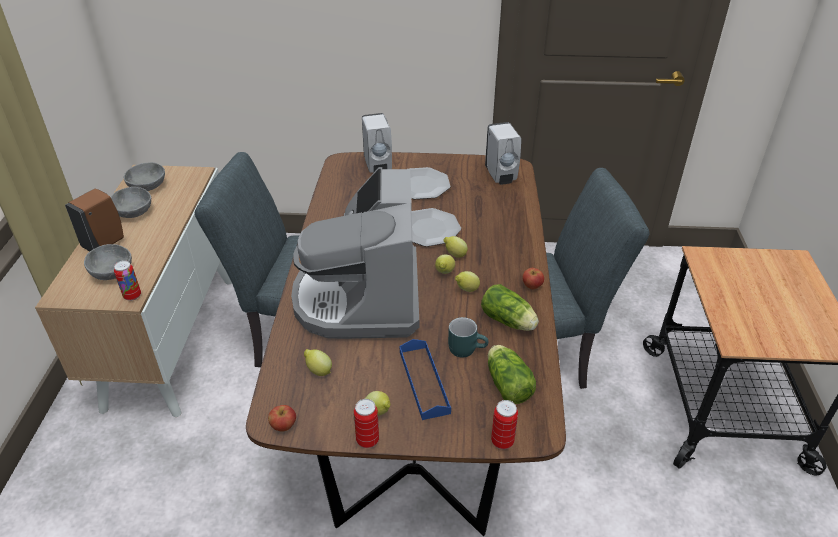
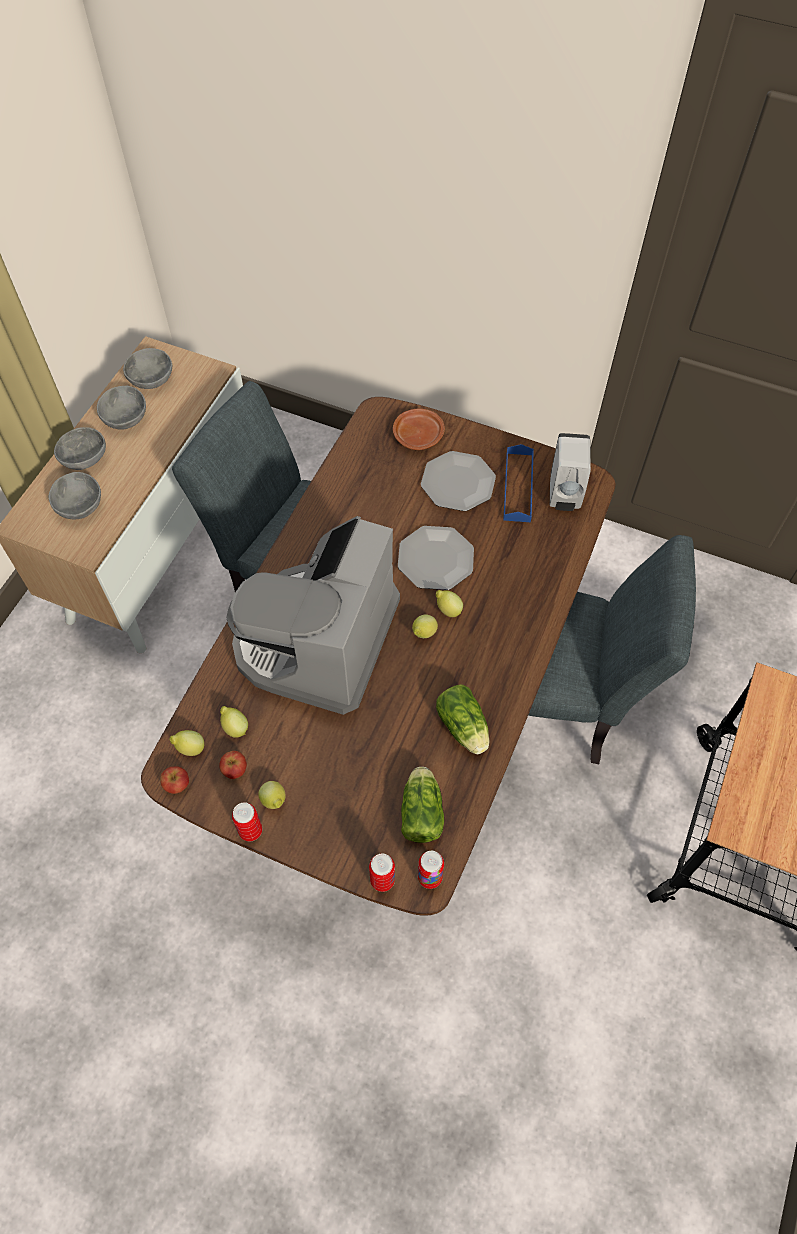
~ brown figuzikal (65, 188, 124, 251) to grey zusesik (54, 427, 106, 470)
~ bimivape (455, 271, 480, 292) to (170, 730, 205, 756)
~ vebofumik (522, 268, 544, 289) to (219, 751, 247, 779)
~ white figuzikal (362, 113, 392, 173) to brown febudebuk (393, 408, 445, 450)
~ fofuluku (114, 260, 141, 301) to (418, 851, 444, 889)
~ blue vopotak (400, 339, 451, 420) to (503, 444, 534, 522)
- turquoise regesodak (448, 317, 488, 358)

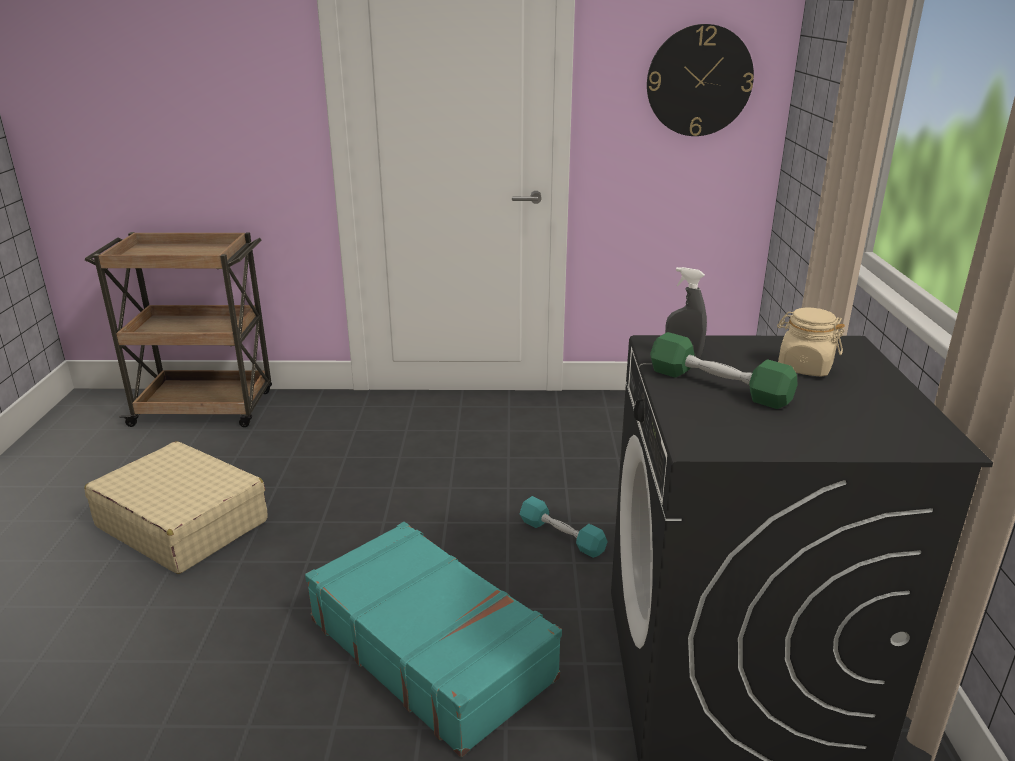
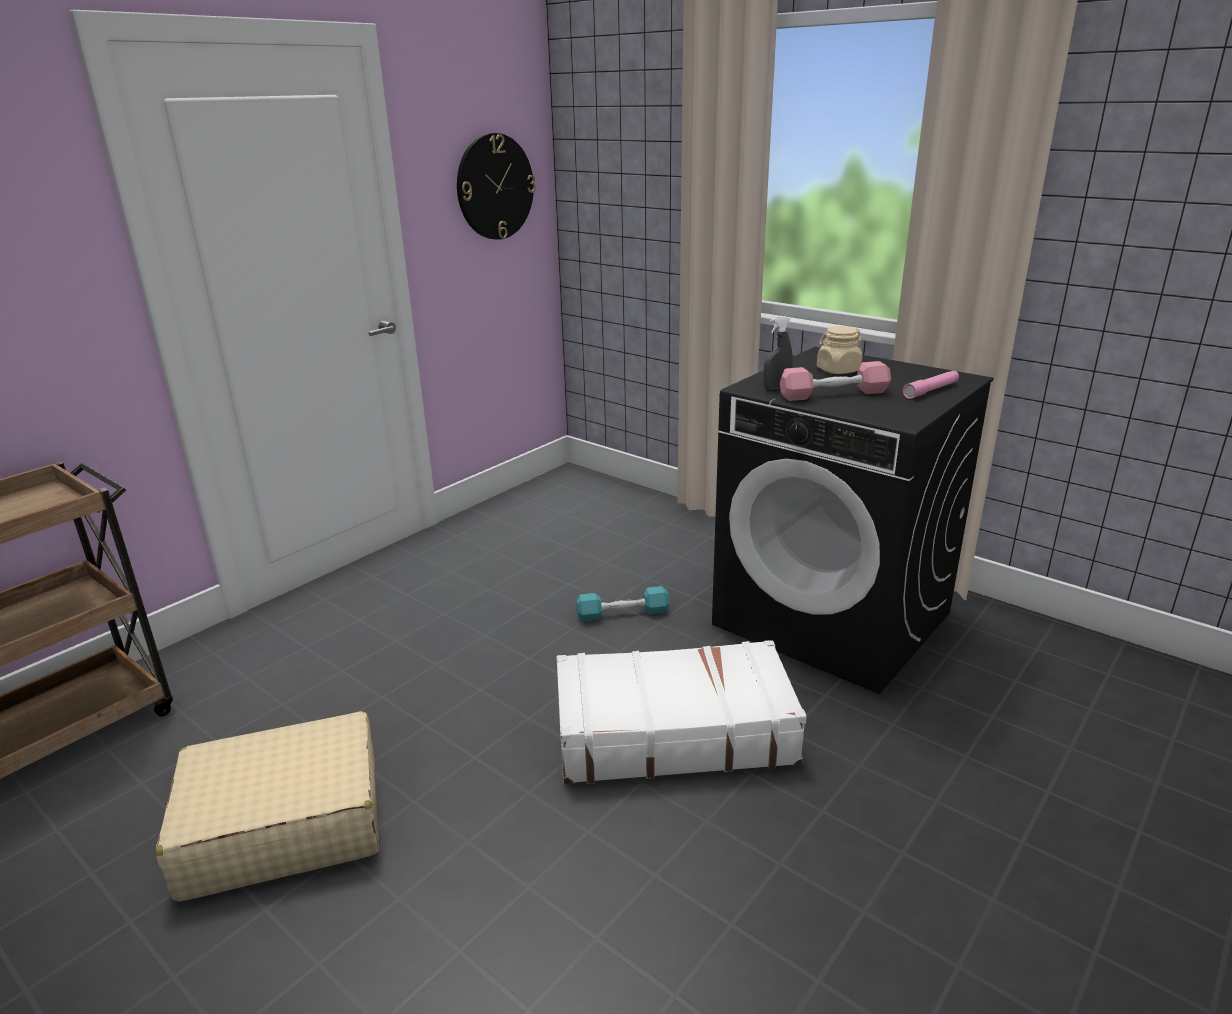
~ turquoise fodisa (305, 522, 562, 757) to white fodisa (557, 640, 807, 784)
~ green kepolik (650, 332, 798, 409) to pink kepolik (780, 361, 891, 401)
+ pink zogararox (903, 371, 959, 399)

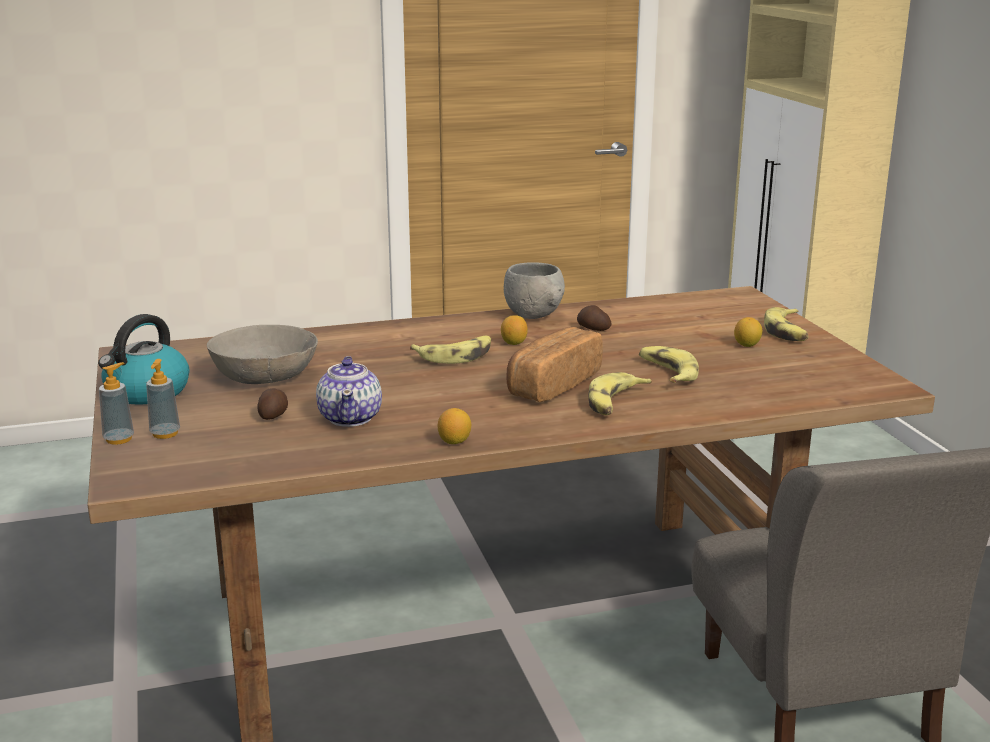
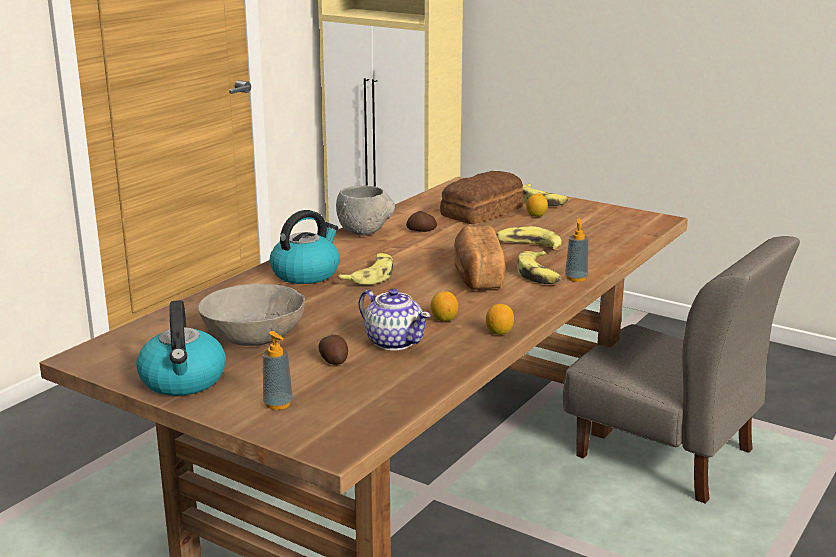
+ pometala (270, 210, 340, 284)
~ bimivape (501, 315, 528, 345) to (431, 291, 458, 322)
+ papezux (440, 171, 524, 224)
~ figuzikal (99, 362, 134, 445) to (565, 219, 588, 282)

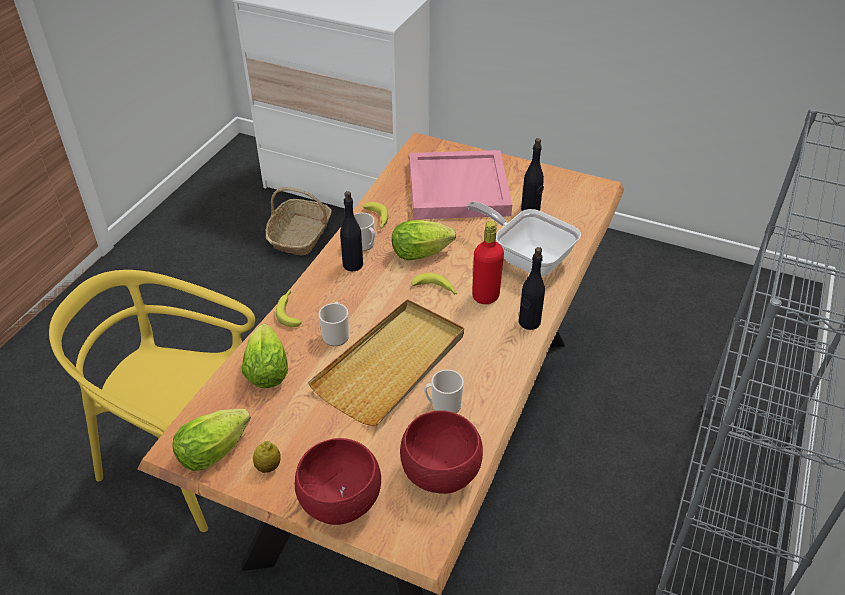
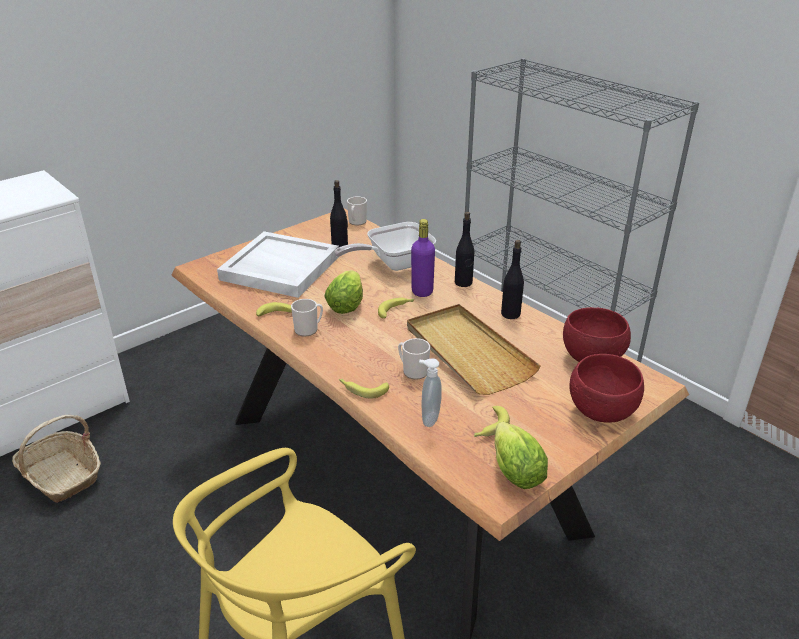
~ pink vopotak (409, 150, 512, 219) to white vopotak (217, 231, 339, 298)
~ regesodak (424, 370, 464, 413) to (347, 197, 367, 225)
~ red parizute (472, 221, 504, 304) to purple parizute (411, 219, 435, 297)
~ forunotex (242, 324, 288, 388) to figuzikal (419, 358, 442, 427)
+ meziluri (474, 406, 510, 437)
~ black parizute (340, 191, 363, 271) to (501, 240, 524, 319)
- bimivape (253, 441, 281, 473)

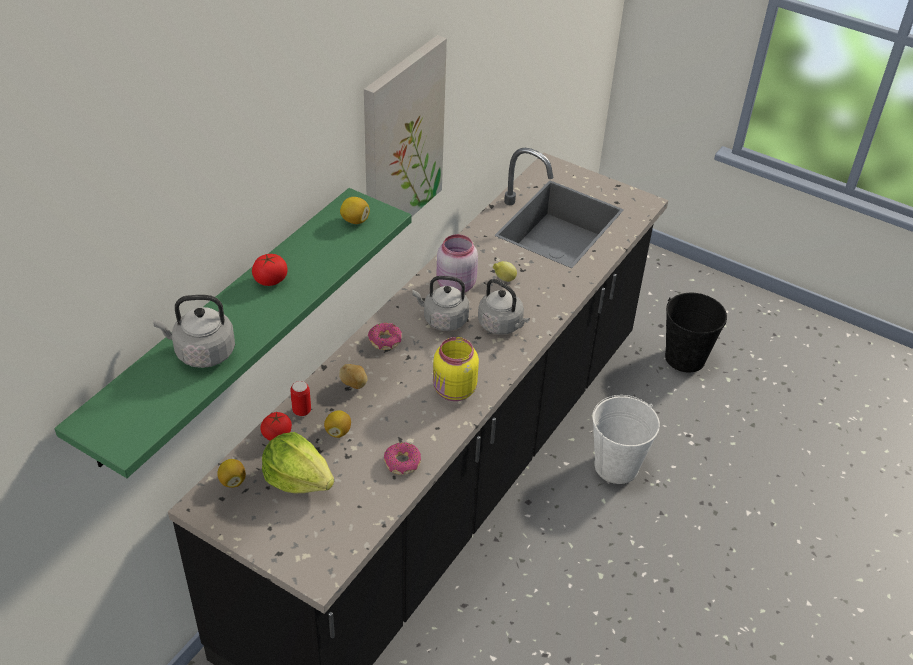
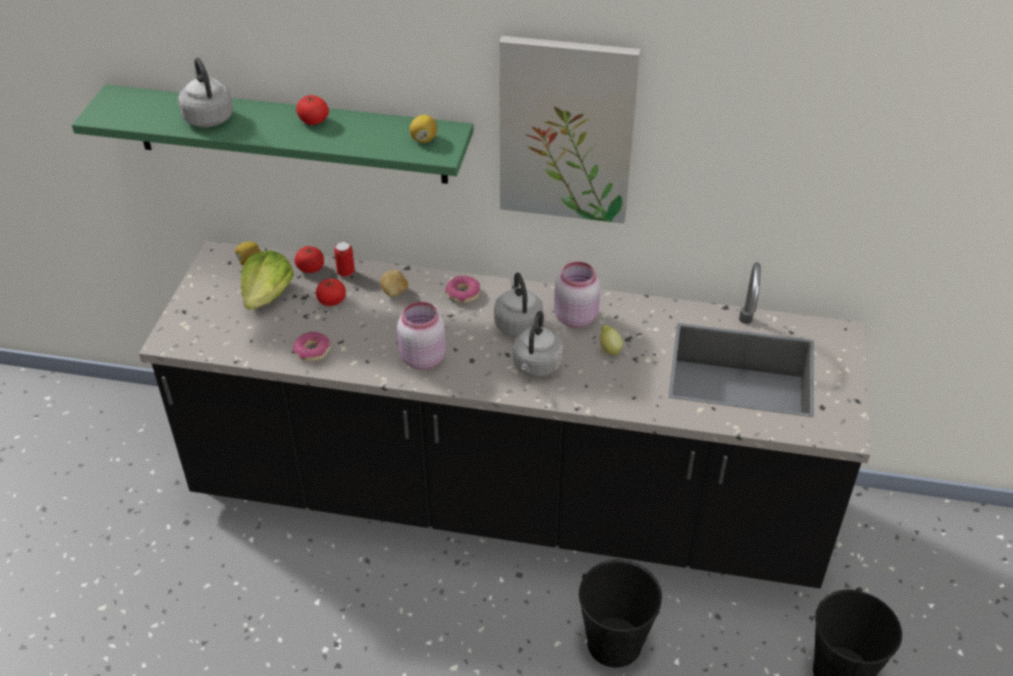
~ bimivape (324, 410, 351, 438) to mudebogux (316, 279, 346, 306)
~ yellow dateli (433, 337, 479, 401) to pink dateli (397, 302, 446, 370)
~ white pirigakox (592, 395, 660, 484) to black pirigakox (579, 560, 662, 668)

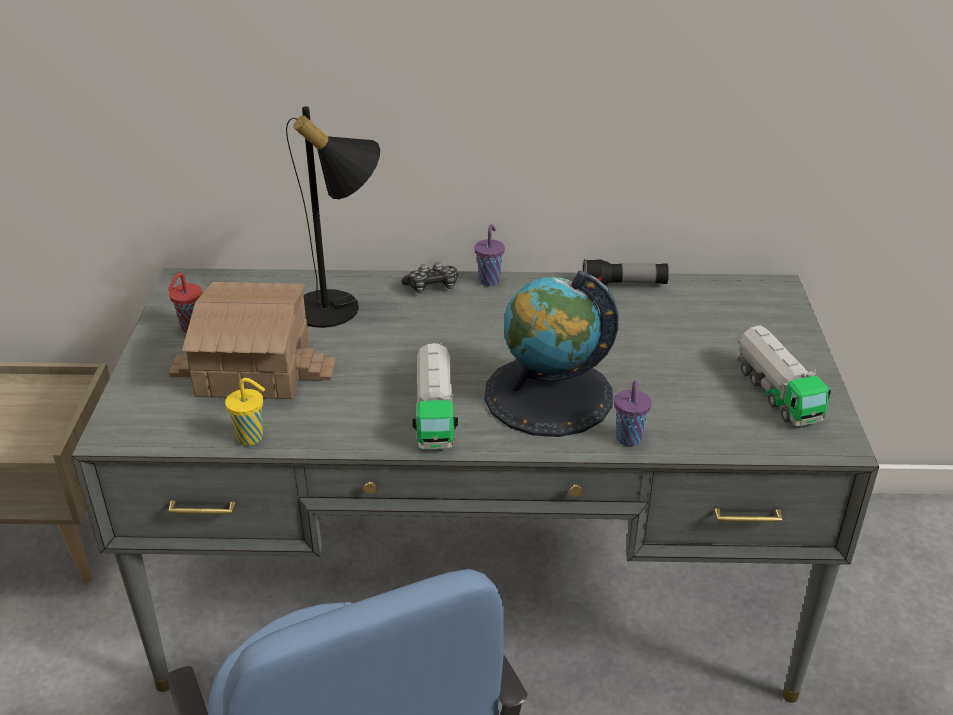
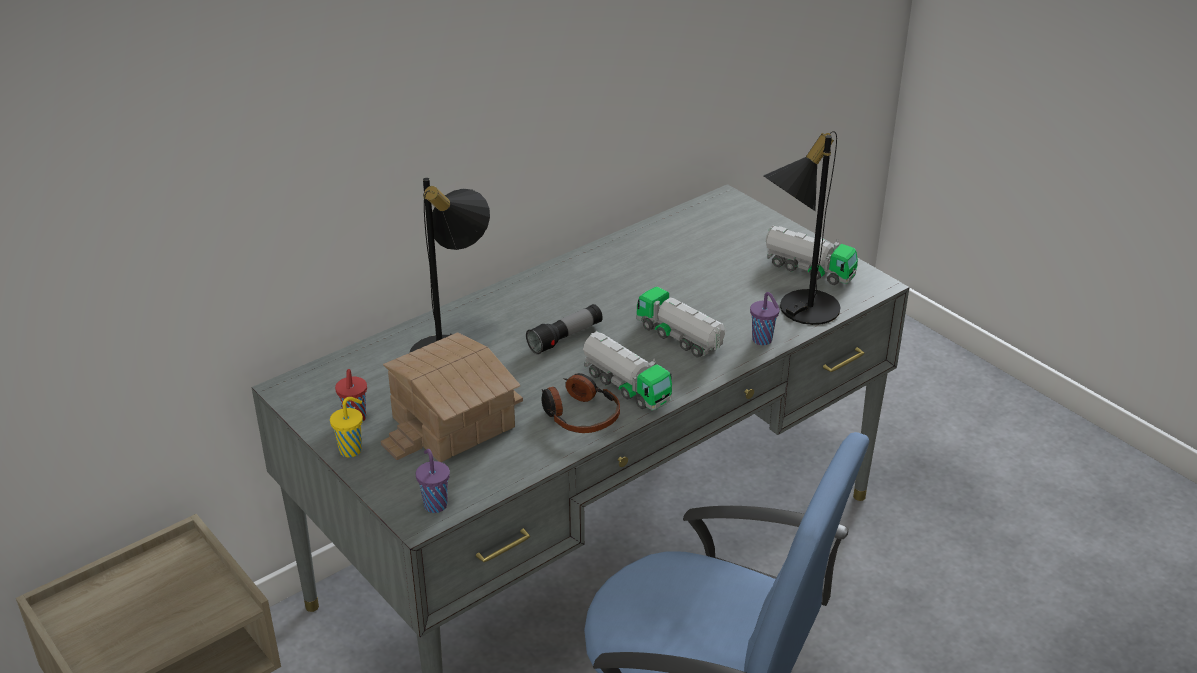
~ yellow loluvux (225, 378, 265, 446) to (330, 397, 363, 457)
~ purple loluvux (474, 224, 505, 286) to (416, 449, 450, 513)
~ zogararox (583, 259, 669, 285) to (526, 304, 603, 354)
+ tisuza (542, 373, 620, 433)
~ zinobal (484, 271, 619, 437) to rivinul (636, 287, 726, 358)
+ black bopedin (763, 131, 841, 325)
- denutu (401, 262, 458, 293)

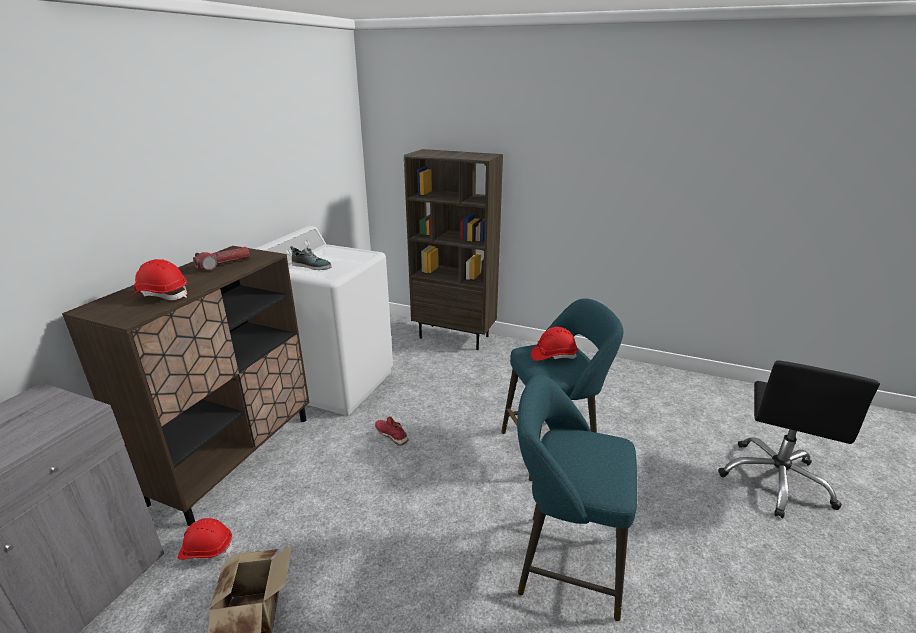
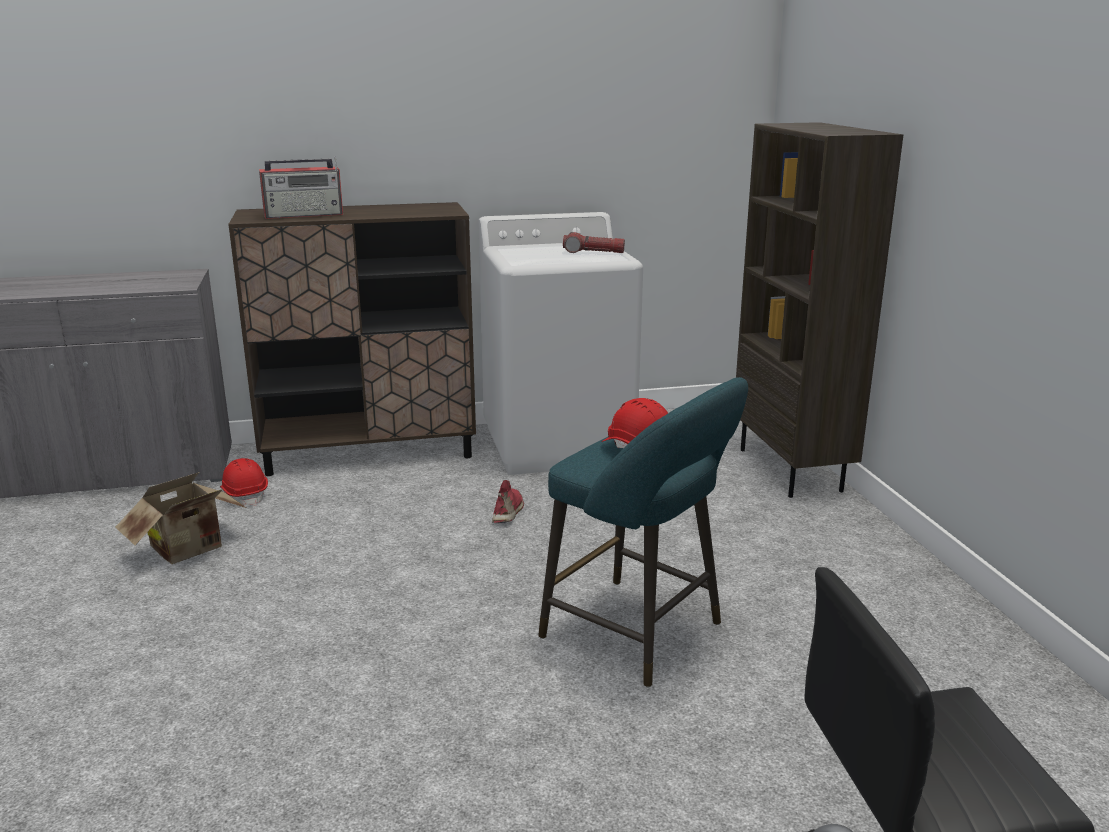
~ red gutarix (132, 259, 187, 300) to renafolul (259, 156, 343, 219)
~ zogararox (193, 247, 250, 271) to (563, 232, 625, 253)
- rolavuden (290, 246, 332, 270)
- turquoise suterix (517, 375, 637, 621)

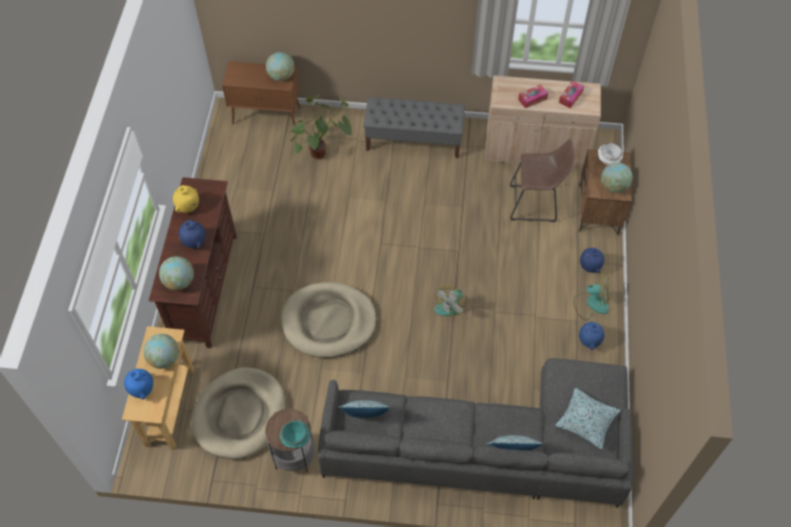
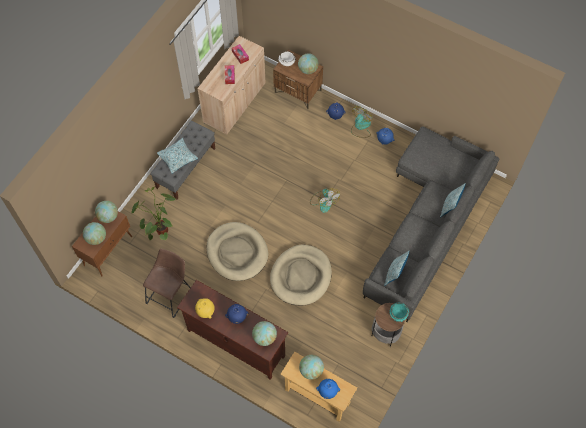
+ zinobal (83, 222, 106, 245)
~ brown suterix (510, 139, 575, 222) to (143, 249, 191, 318)
~ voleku (555, 388, 621, 450) to (157, 138, 198, 174)
~ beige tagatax (191, 367, 286, 459) to (206, 222, 268, 281)

